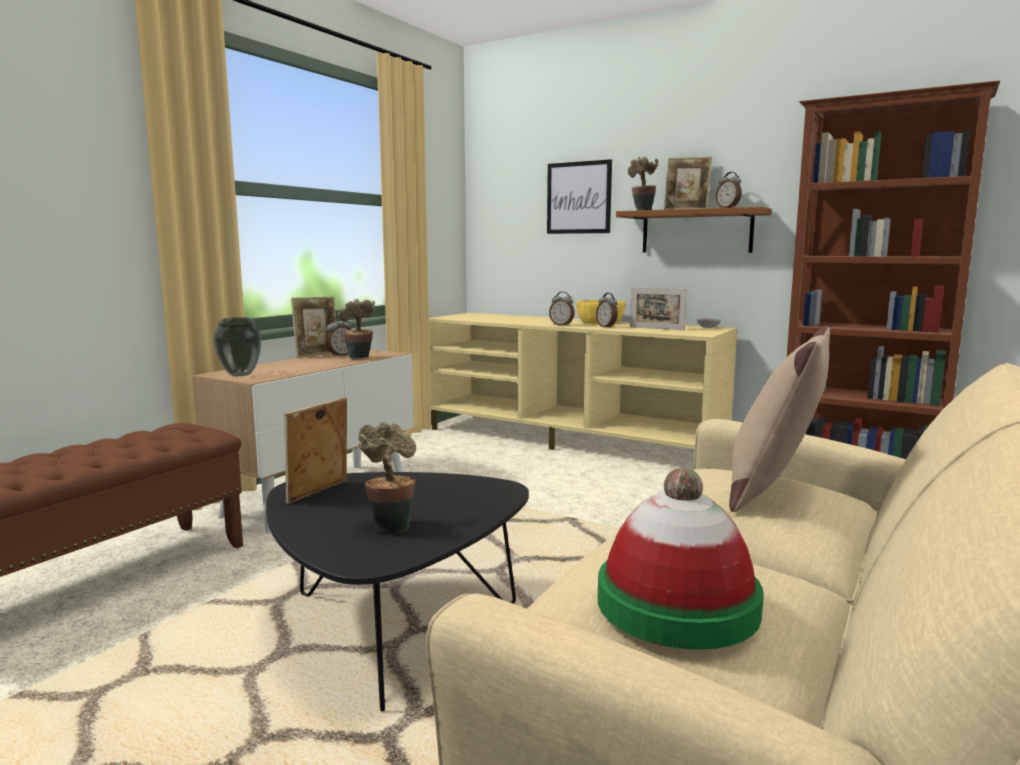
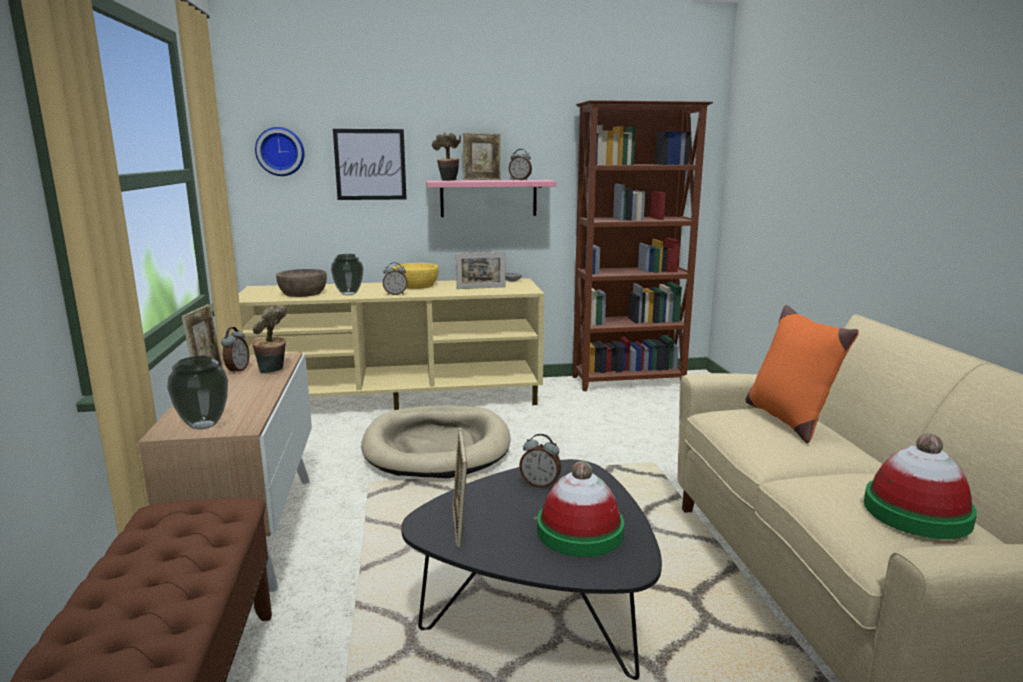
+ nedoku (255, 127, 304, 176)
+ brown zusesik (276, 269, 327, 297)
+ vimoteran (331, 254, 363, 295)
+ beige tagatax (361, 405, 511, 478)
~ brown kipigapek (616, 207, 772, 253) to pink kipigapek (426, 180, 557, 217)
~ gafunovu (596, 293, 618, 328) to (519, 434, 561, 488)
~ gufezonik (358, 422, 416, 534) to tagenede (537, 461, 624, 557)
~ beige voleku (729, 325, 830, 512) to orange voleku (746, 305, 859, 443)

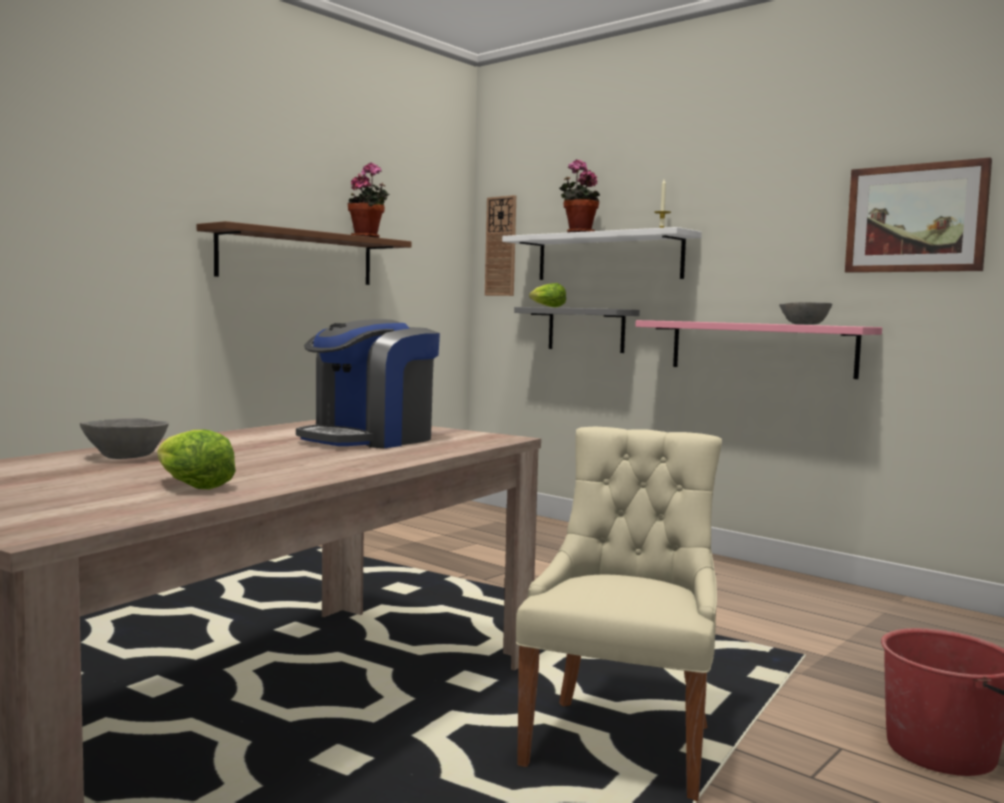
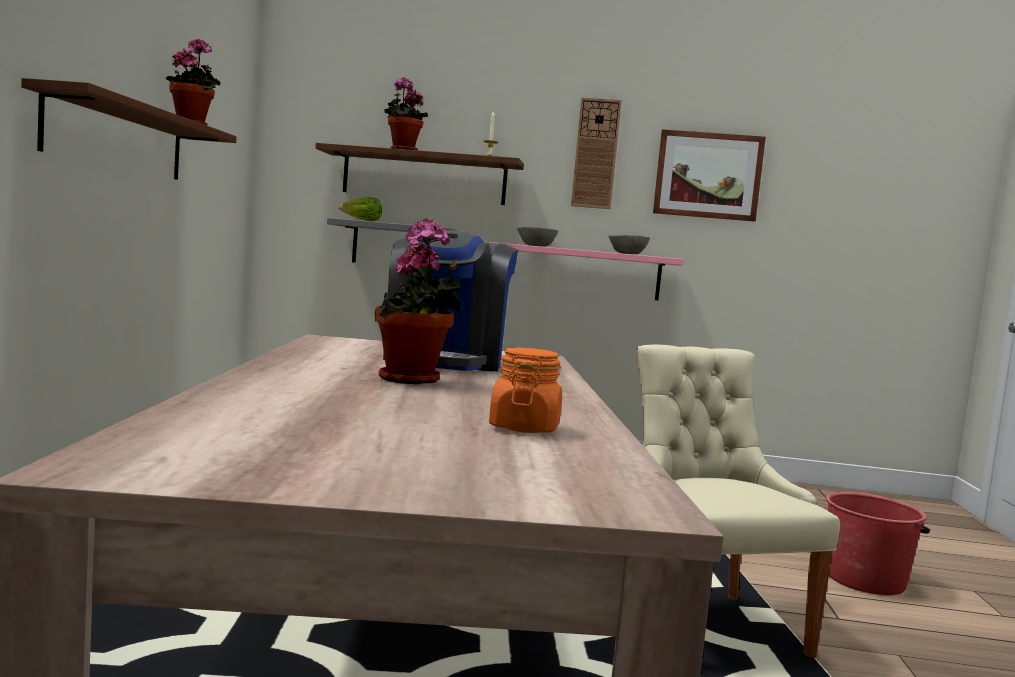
~ white kipigapek (502, 227, 702, 280) to brown kipigapek (315, 143, 524, 205)
+ gufezonik (375, 218, 462, 384)
~ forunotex (157, 429, 236, 489) to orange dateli (489, 347, 562, 433)
~ grey zusesik (80, 418, 169, 459) to (517, 227, 558, 247)
~ nedoku (485, 195, 516, 296) to (571, 97, 622, 209)

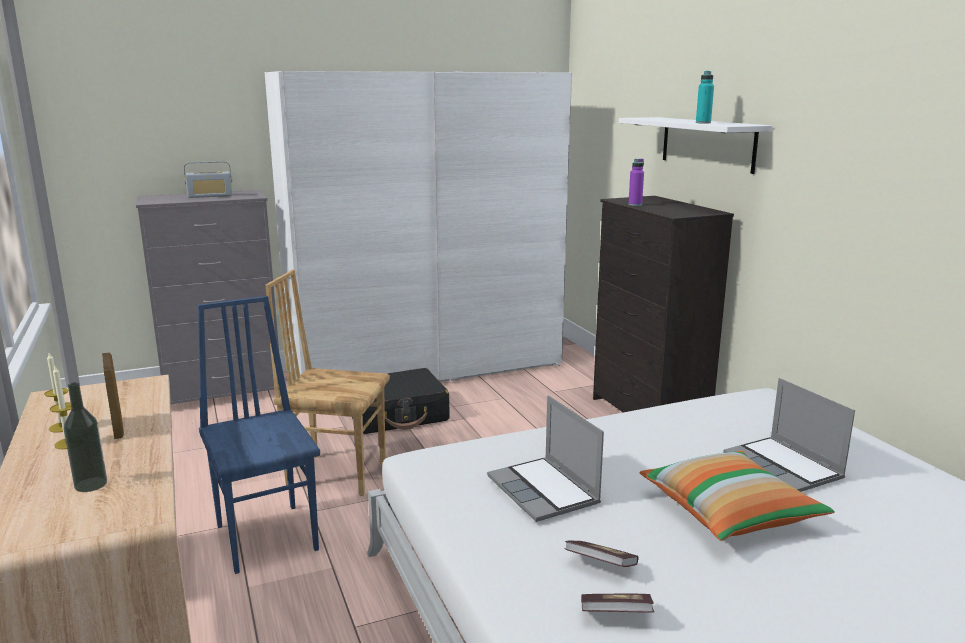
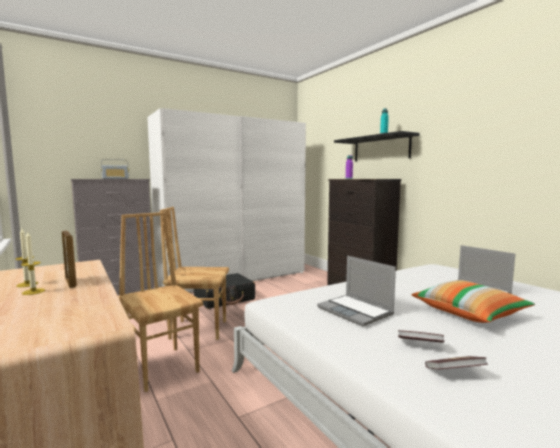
~ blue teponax (198, 296, 320, 574) to brown teponax (118, 212, 203, 392)
~ white kipigapek (619, 117, 772, 174) to black kipigapek (334, 131, 420, 161)
- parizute (64, 382, 107, 492)

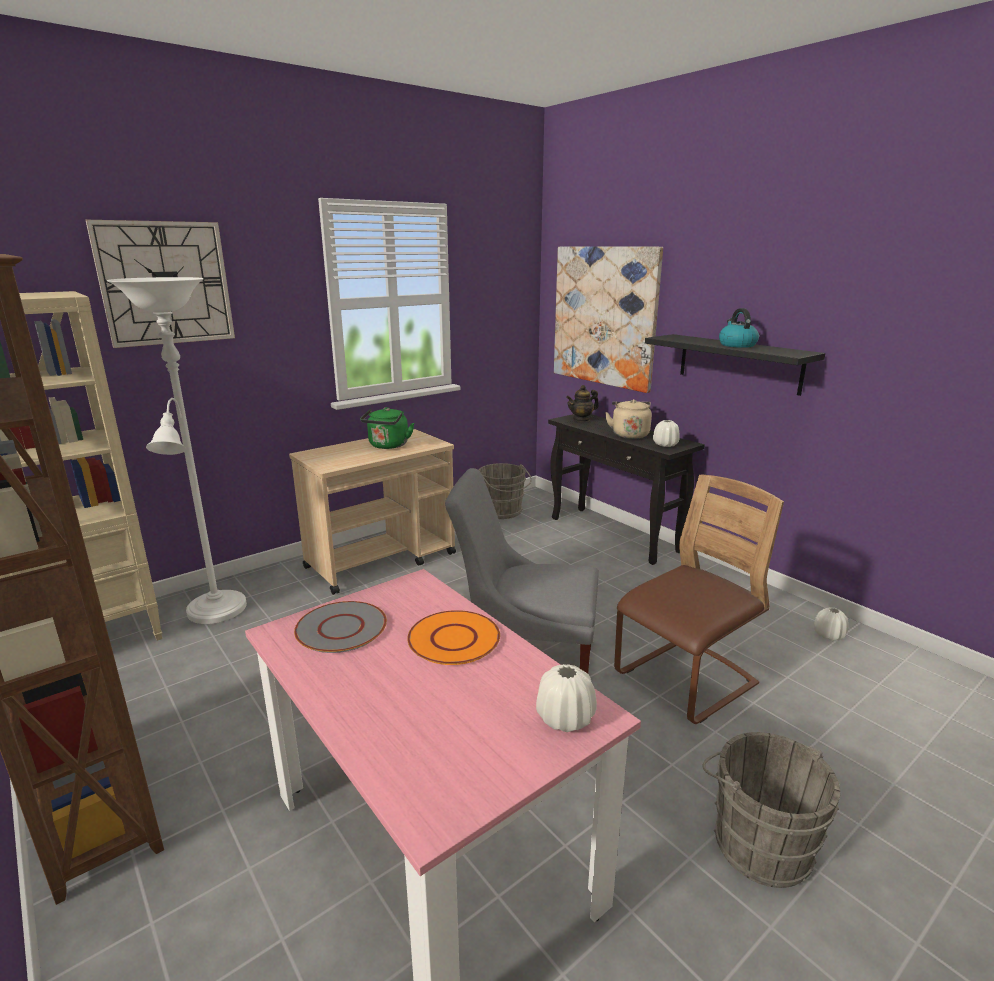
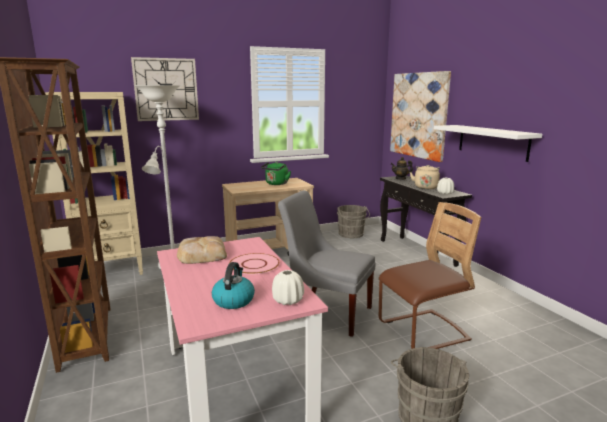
~ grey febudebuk (294, 601, 387, 653) to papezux (177, 236, 227, 264)
~ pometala (719, 308, 759, 348) to (212, 262, 255, 309)
~ orange febudebuk (407, 610, 500, 665) to pink febudebuk (229, 253, 279, 275)
~ black kipigapek (645, 334, 825, 396) to white kipigapek (434, 125, 542, 162)
- white vimoteran (814, 607, 848, 641)

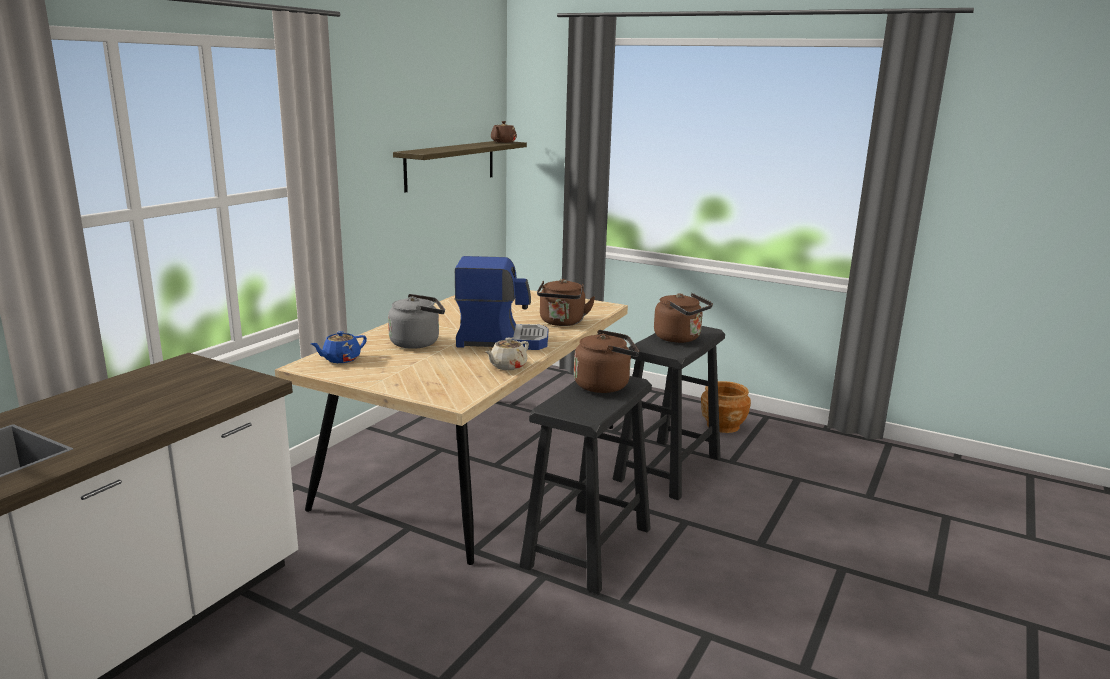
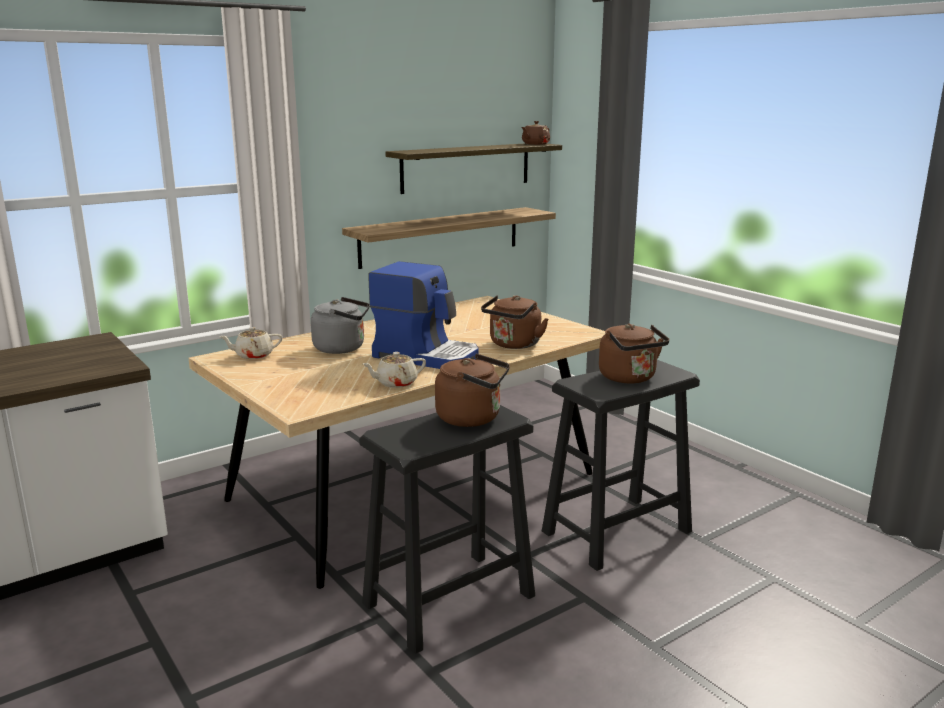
~ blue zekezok (310, 331, 367, 363) to beige zekezok (219, 327, 282, 359)
+ kipigapek (342, 207, 556, 269)
- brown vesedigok (701, 381, 751, 433)

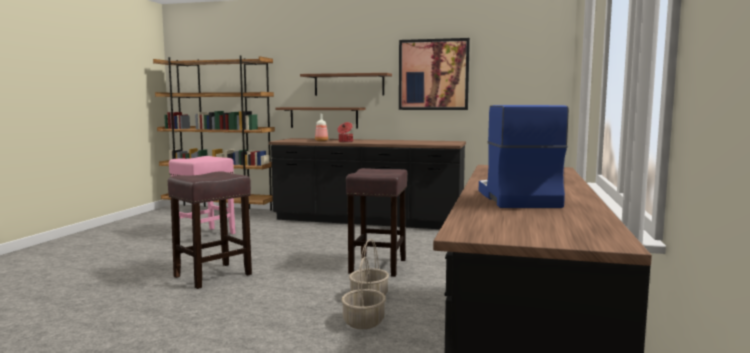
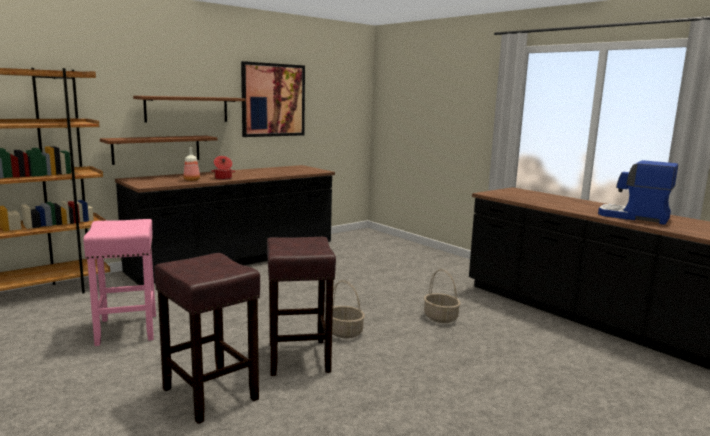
~ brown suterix (346, 168, 407, 277) to (154, 253, 260, 424)
~ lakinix (341, 257, 386, 329) to (332, 280, 365, 339)

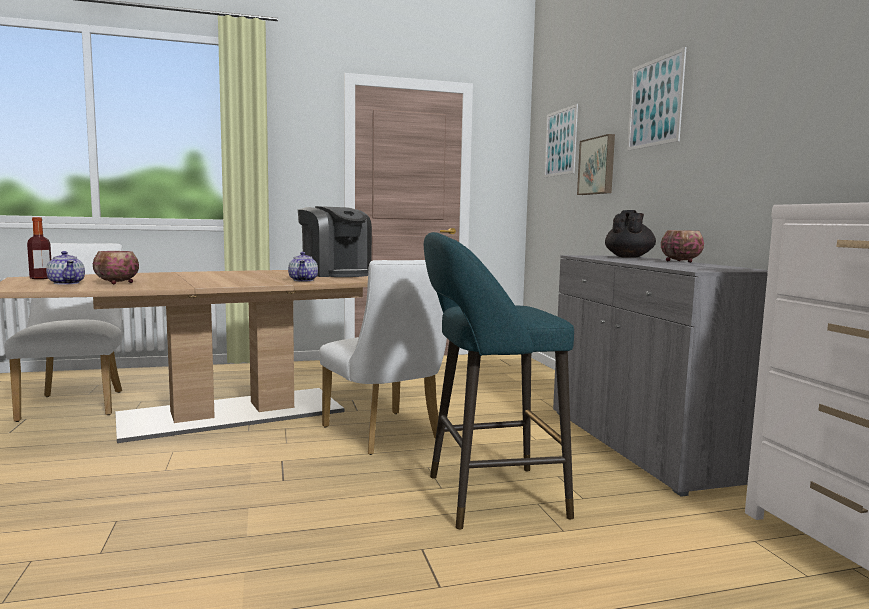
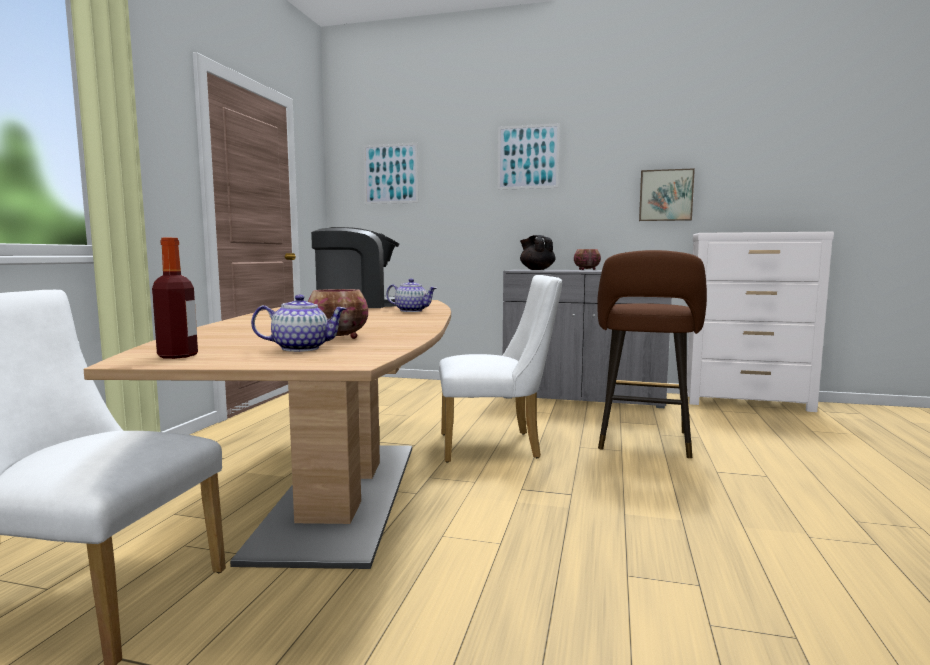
~ turquoise suterix (424, 232, 574, 529) to brown suterix (597, 250, 707, 458)
~ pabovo (577, 134, 615, 195) to (639, 168, 695, 221)

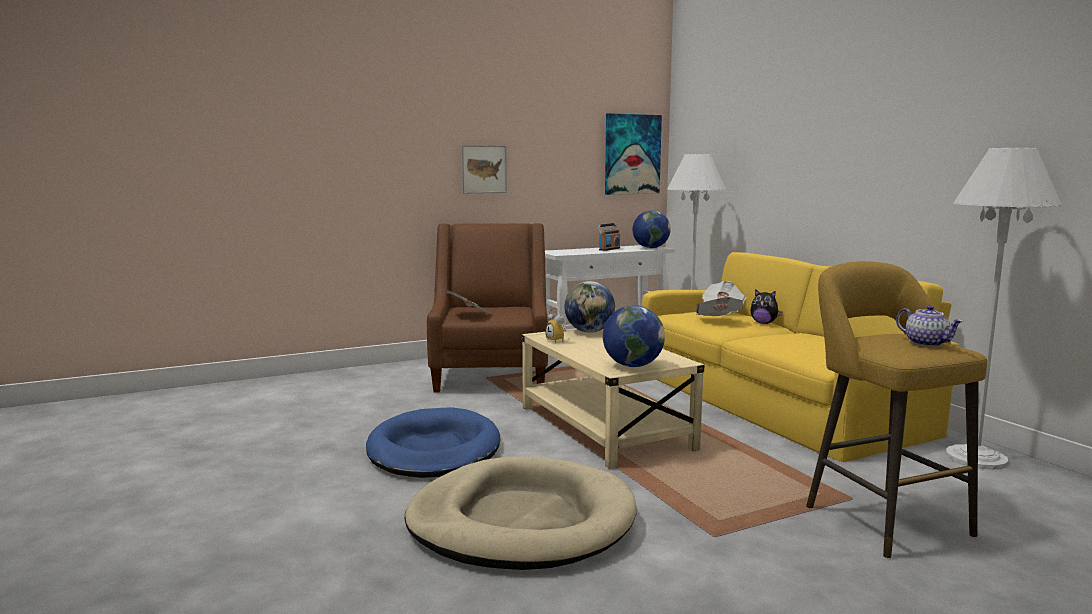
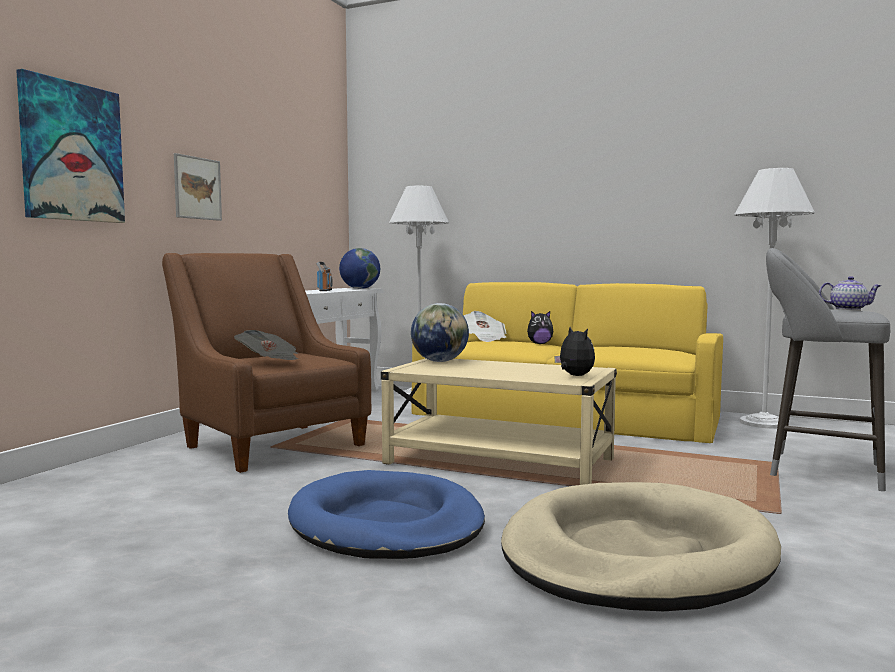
~ pabovo (605, 113, 662, 195) to (16, 69, 125, 223)
~ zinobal (603, 305, 665, 367) to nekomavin (554, 327, 595, 376)
~ yellow suterix (806, 261, 987, 558) to grey suterix (766, 248, 890, 491)
- gafunovu (545, 307, 567, 343)
- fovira (696, 297, 744, 316)

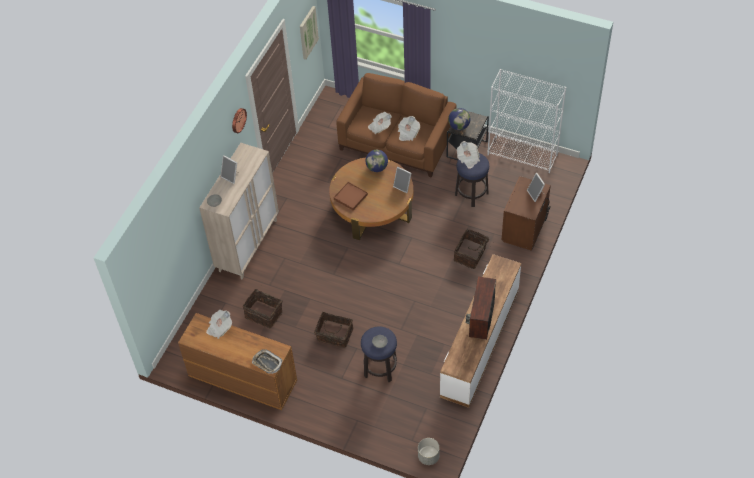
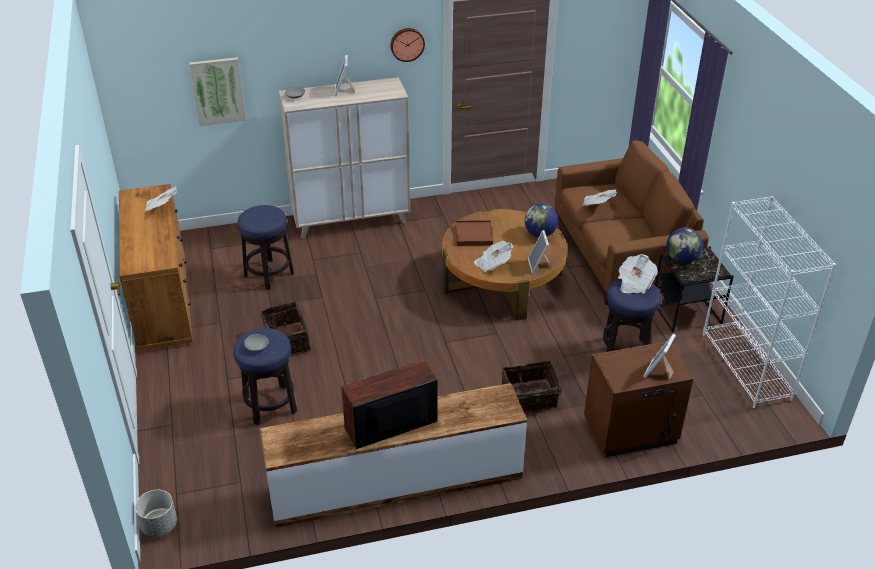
~ pabovo (300, 6, 319, 60) to (189, 57, 246, 126)
~ lakinix (243, 285, 282, 328) to suterix (238, 205, 294, 290)
~ fovira (398, 116, 420, 141) to (474, 241, 513, 272)
- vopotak (252, 349, 283, 374)

